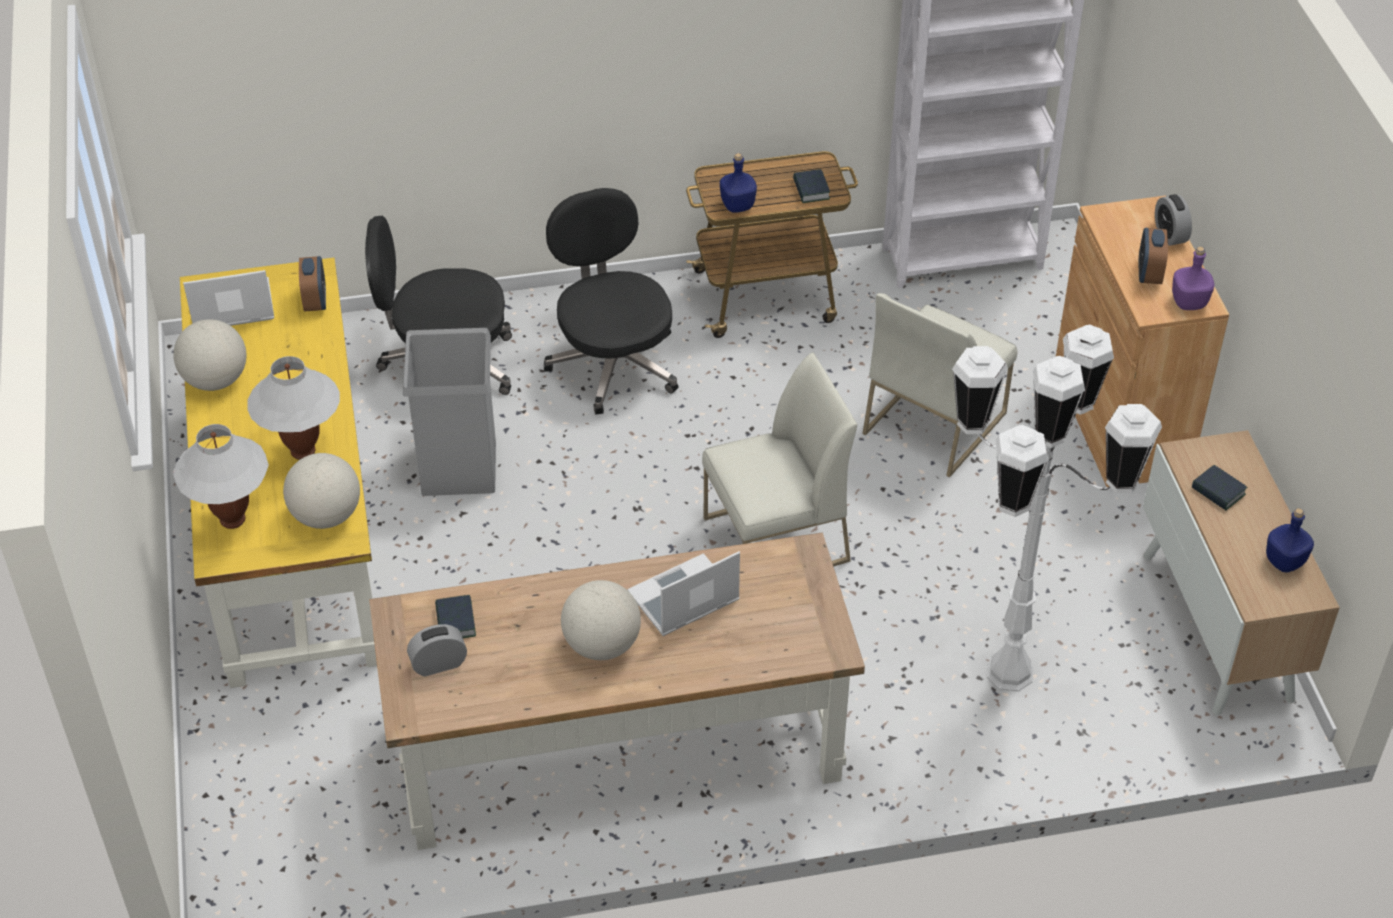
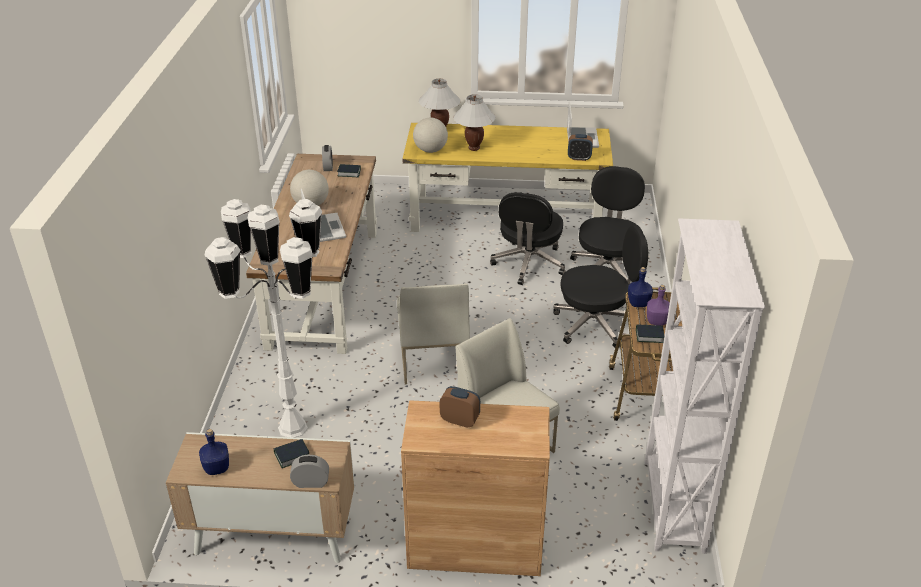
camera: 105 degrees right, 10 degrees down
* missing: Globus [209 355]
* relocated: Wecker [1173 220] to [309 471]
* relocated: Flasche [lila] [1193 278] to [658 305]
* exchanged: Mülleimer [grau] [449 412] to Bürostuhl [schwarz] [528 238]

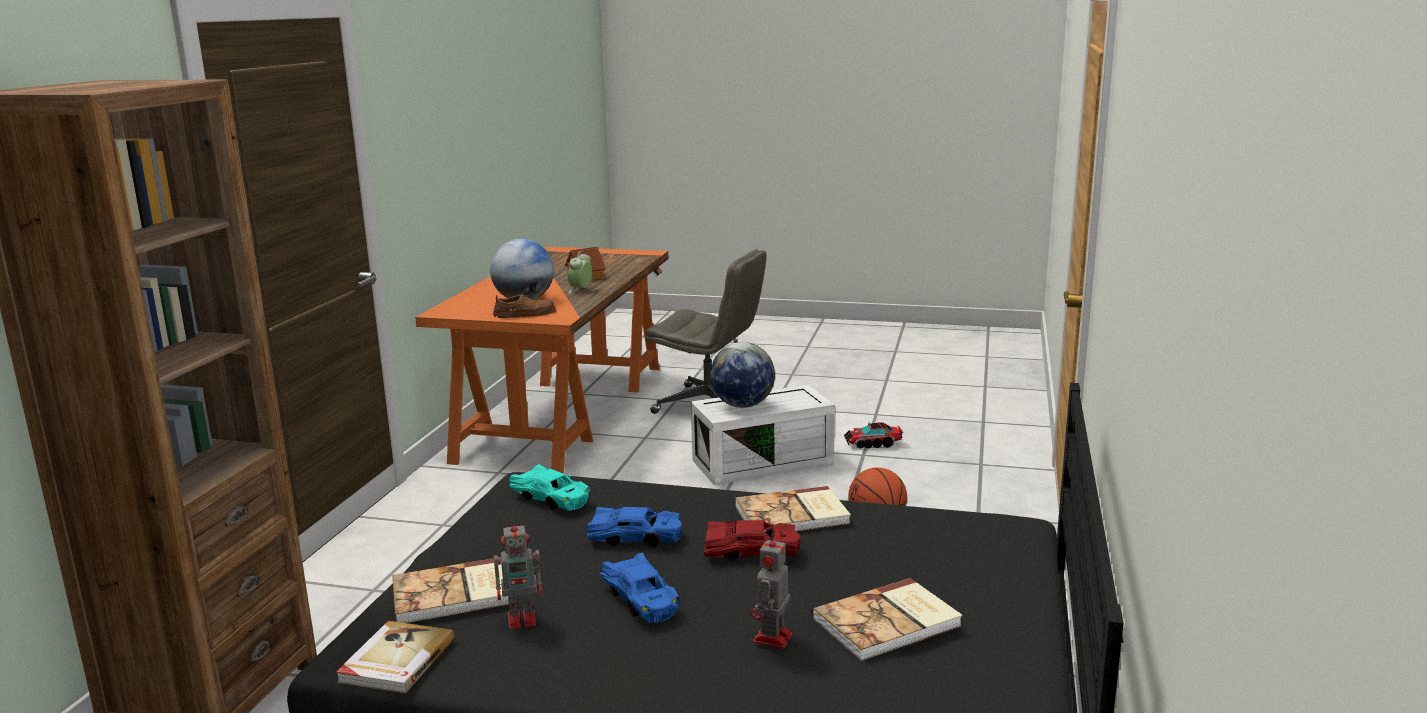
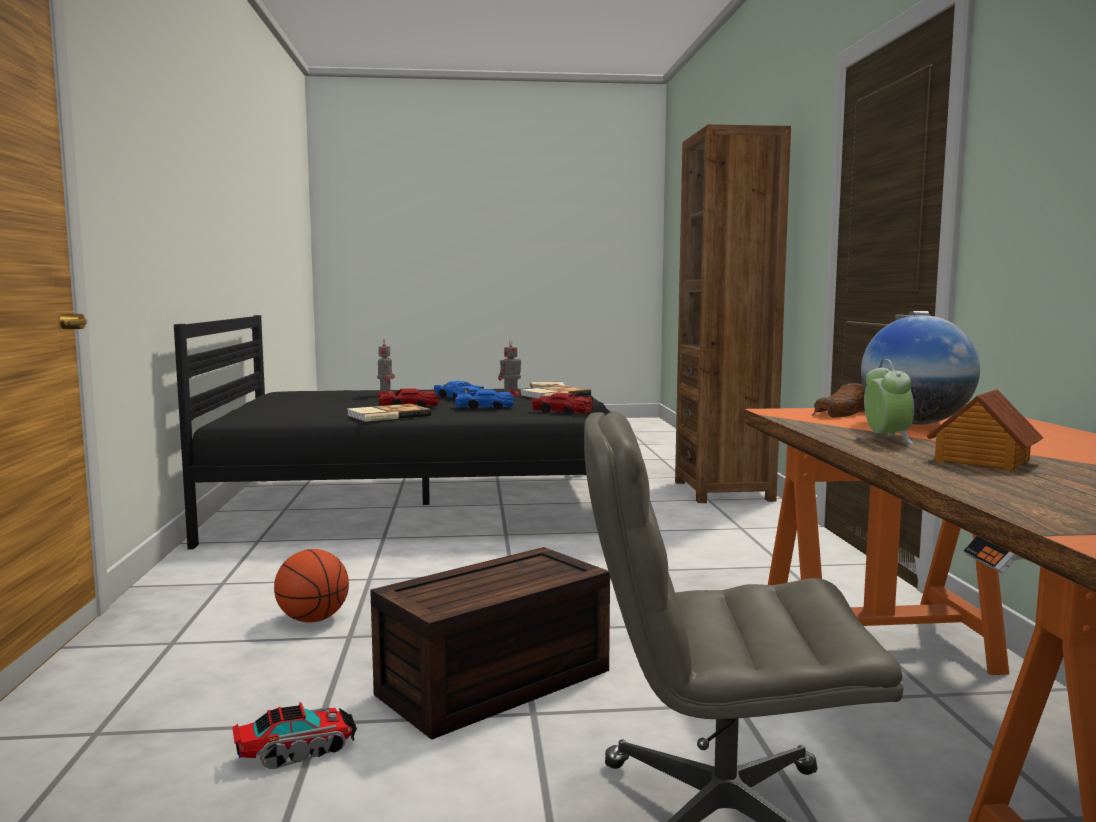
camera: 160 degrees right, 10 degrees down
* missing: Globus [742 375]
* missing: Buch [887 619]
* colour: Spielzeugauto [türkis] [549 487] to Spielzeugauto [rot] [563 404]
* colour: Aufbewahrungsbox [weiß] [763 435] to Aufbewahrungsbox [braun] [490 643]

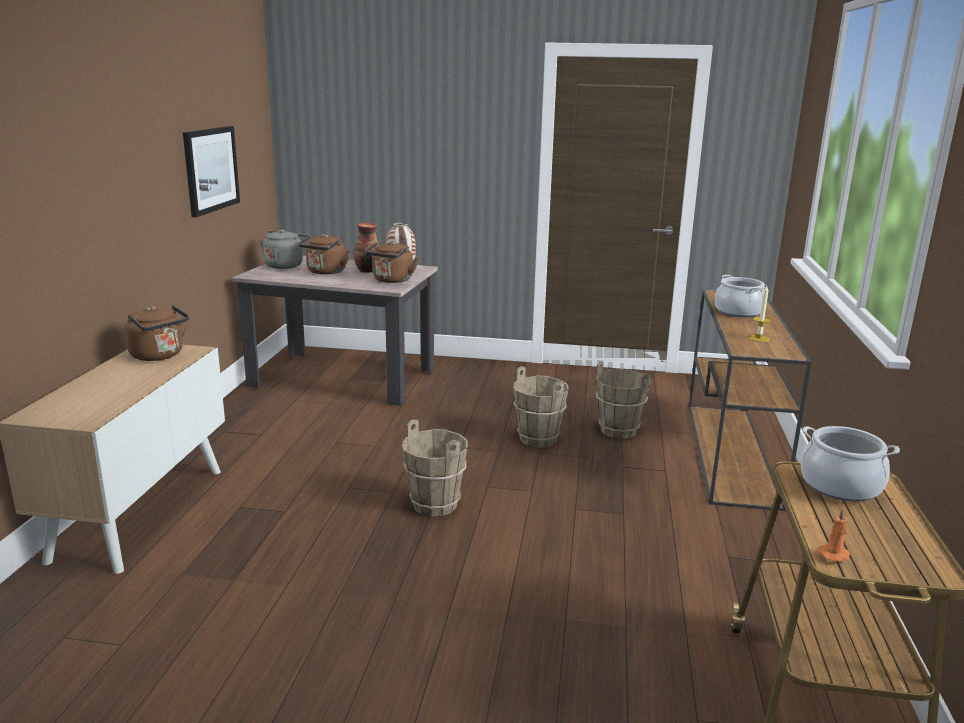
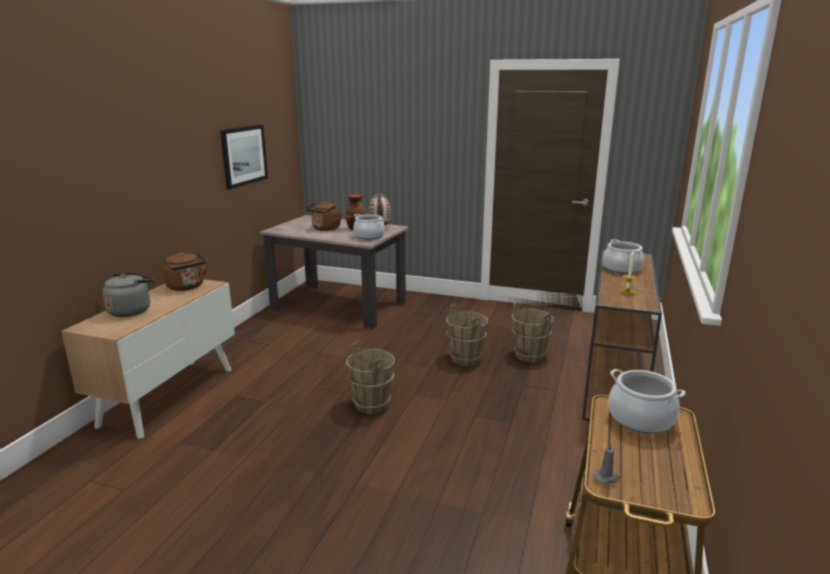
camera: 10 degrees right, 0 degrees up
* relocated: Wasserkessel [grau] [283 249] to [129 295]
* exchanged: Wasserkessel [braun] [391 262] to Kochtopf [369 227]
* colour: Kerze [orange] [834 535] to Kerze [grau] [606 463]

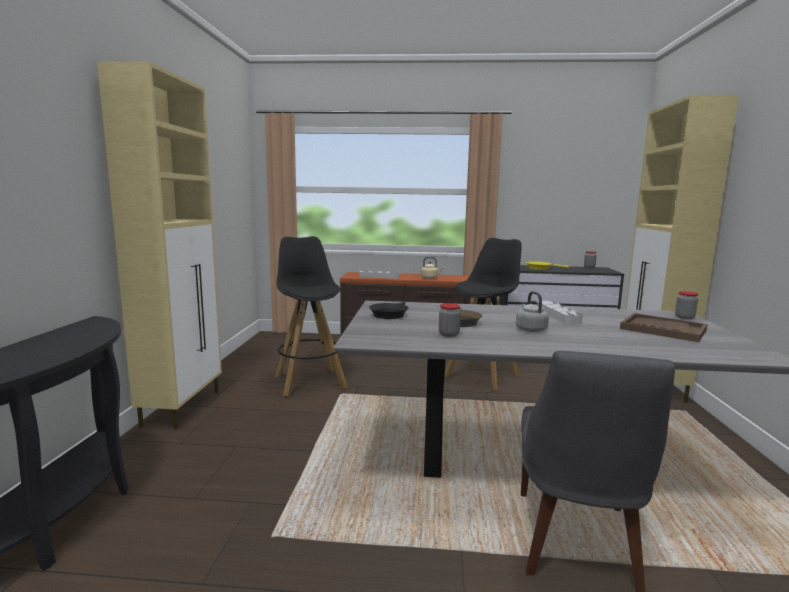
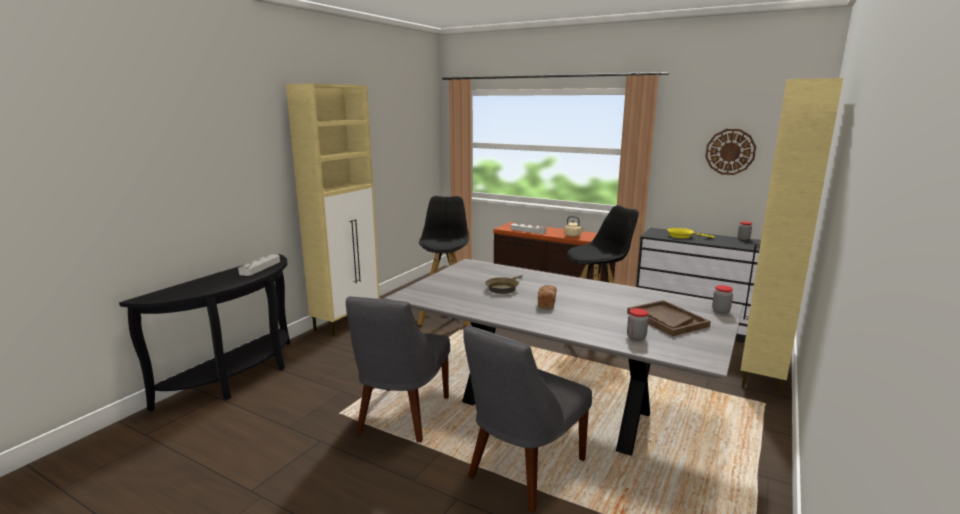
camera: 25 degrees right, 5 degrees up
* missing: Pfanne [schwarz] [389 310]
* appeared: Stuhl [grau] [398 370]
* appeared: Wanduhr [730 152]
* relocated: Vorratsglas [450 320] to [638 324]
* relocated: Tablett [grau] [560 313] to [259 265]
* exchanged: Wasserkessel [grau] [532 311] to Brot [547 297]

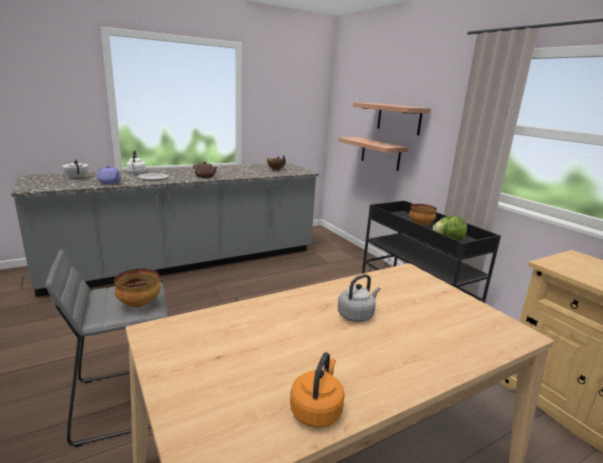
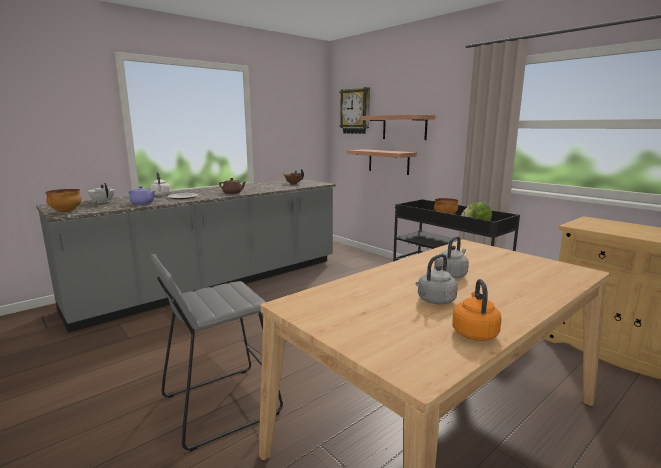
camera: 10 degrees left, 5 degrees down
* appeared: Wanduhr [354 110]
* appeared: Wasserkessel [grau] [436 279]
* relocated: Schüssel [137 288] to [63 200]

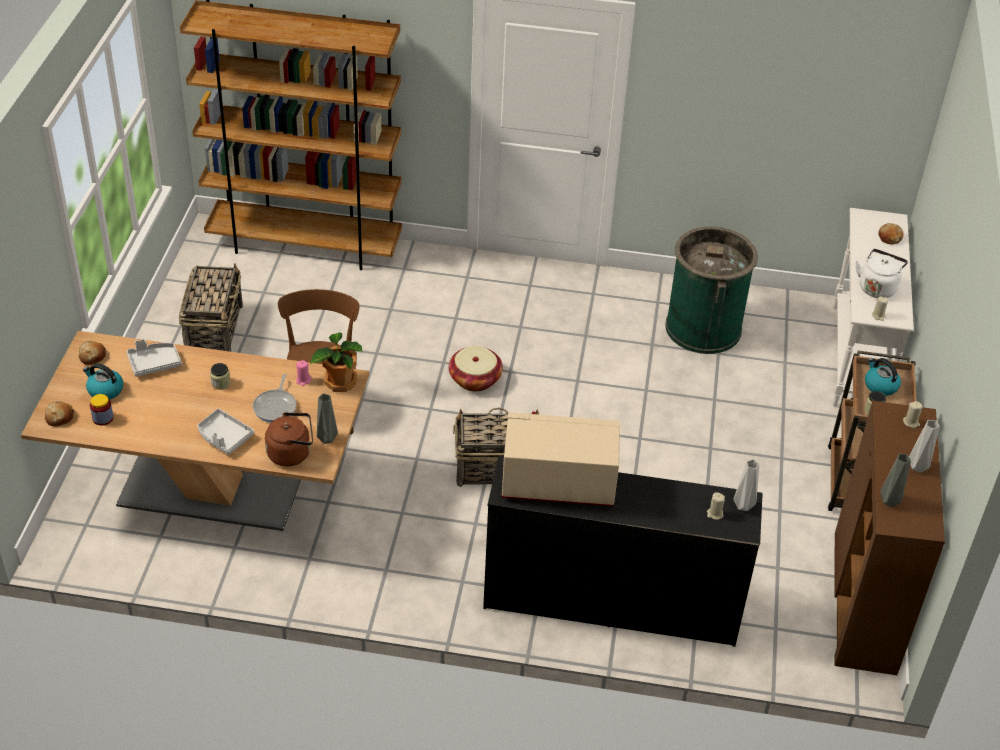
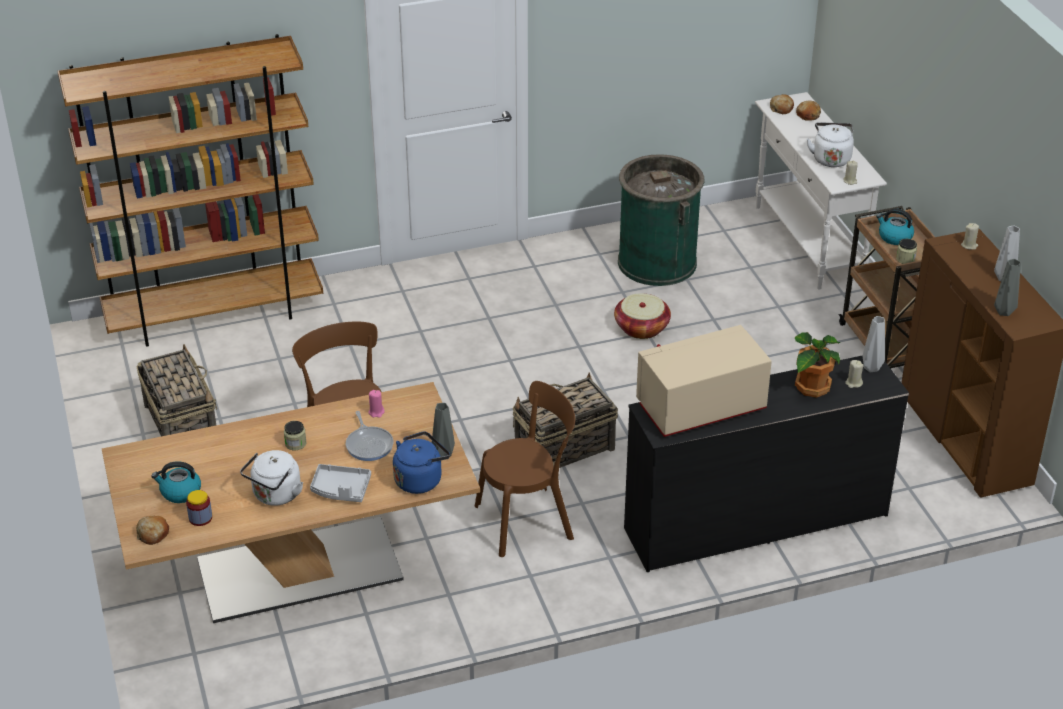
camera: 25 degrees left, 5 degrees down
* missing: Tablett [grau] [154 358]
* appeared: Wasserkessel [weiß] [271 478]
* appeared: Stuhl [braun] [525 469]
* relocated: Brot [92 353] to [782 104]
* relocated: Topfpflanze [336 362] to [817 365]
* relocated: Korb [476 368] to [642 316]
* colour: Wasserkessel [braun] [289 439] to Wasserkessel [blau] [421 462]

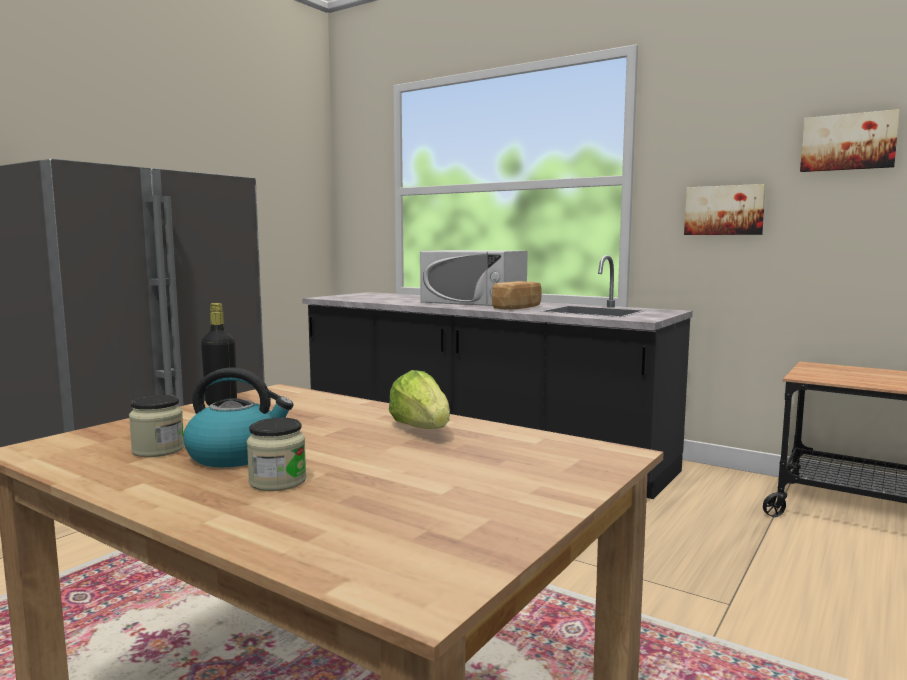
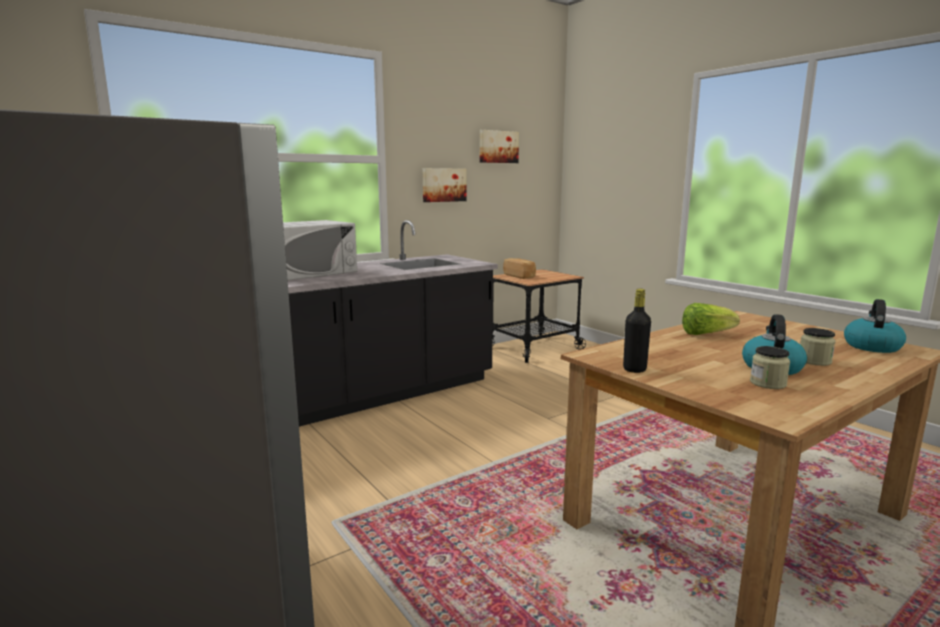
camera: 70 degrees left, 5 degrees up
* appeared: Wasserkessel [875 326]
* relocated: Brot [517 295] to [519 268]

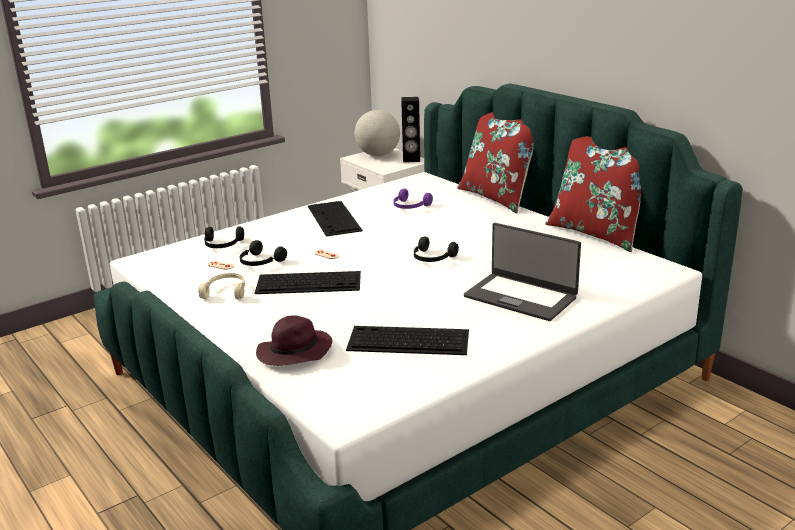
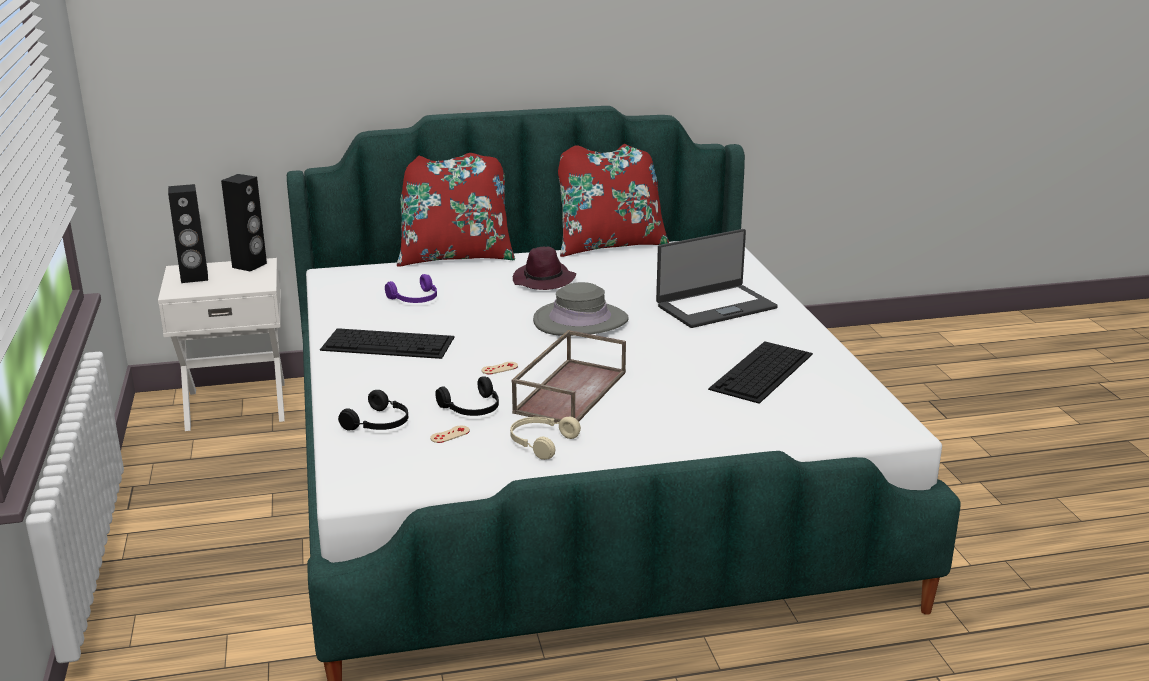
camera: 65 degrees left, 0 degrees up
* relocated: Hut [lila] [294 340] to [544 268]
* exchanged: Tastatur [307 282] to Tablett [braun] [569 376]
* exchanged: Globus [377 133] to Lautsprecher [schwarz] [188 233]
* exchanged: Kopfhörer [schwarz] [436 249] to Hut [grau] [581 309]

